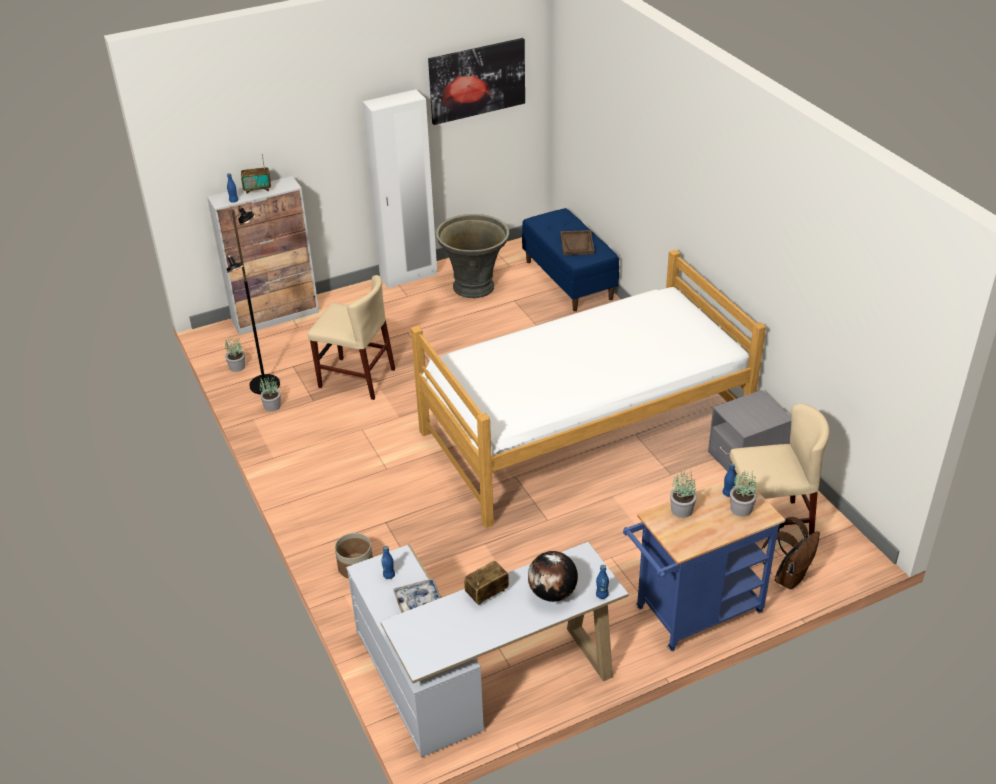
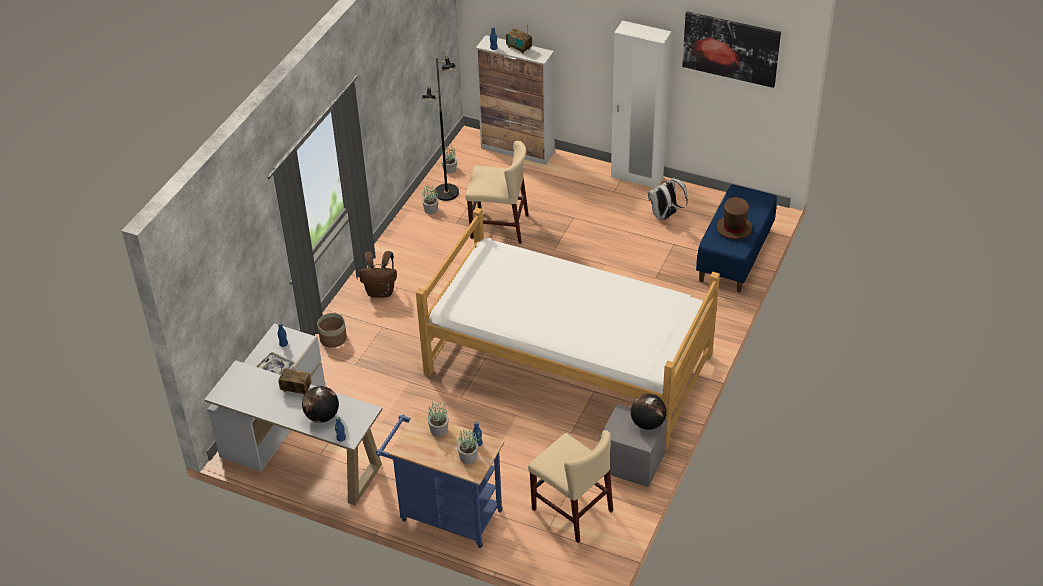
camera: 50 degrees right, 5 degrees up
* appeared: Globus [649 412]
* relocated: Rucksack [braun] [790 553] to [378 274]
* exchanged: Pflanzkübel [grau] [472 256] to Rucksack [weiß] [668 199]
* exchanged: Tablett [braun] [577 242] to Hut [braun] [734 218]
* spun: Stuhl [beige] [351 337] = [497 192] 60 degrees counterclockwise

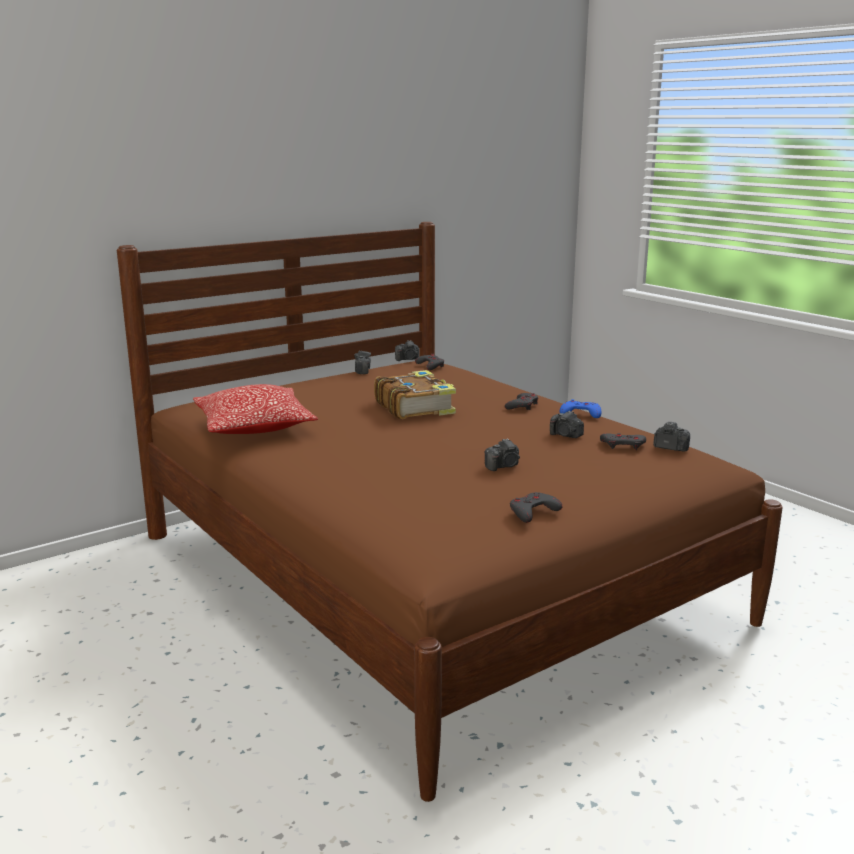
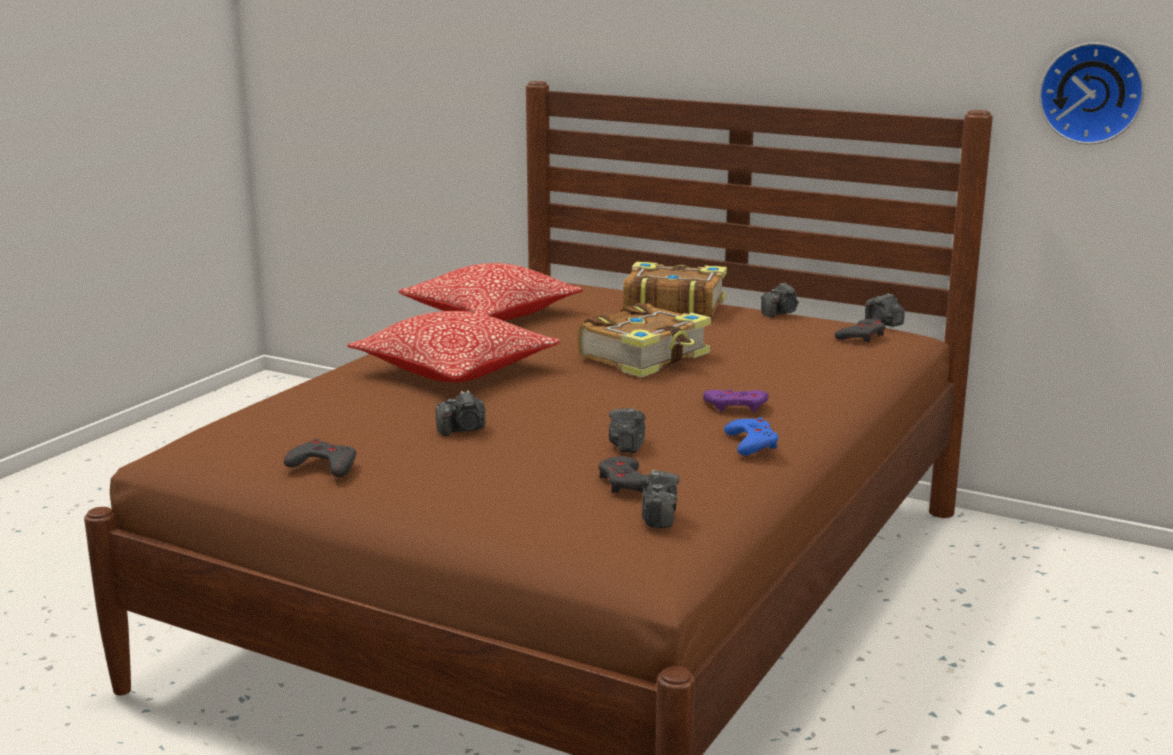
camera: 65 degrees right, 0 degrees up
* appeared: Kissen [454 346]
* appeared: Buch [675 288]
* appeared: Wanduhr [1092 93]
* colour: Gamepad [grau] [521 401] to Gamepad [lila] [735 401]
* spun: Kamera [502 454] = [461 413] 60 degrees counterclockwise

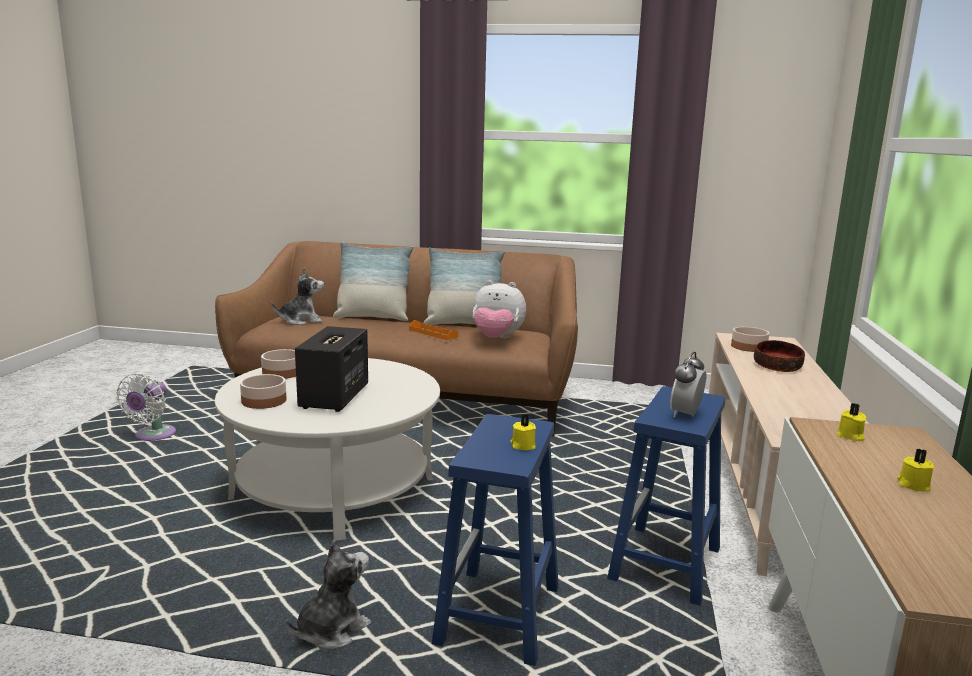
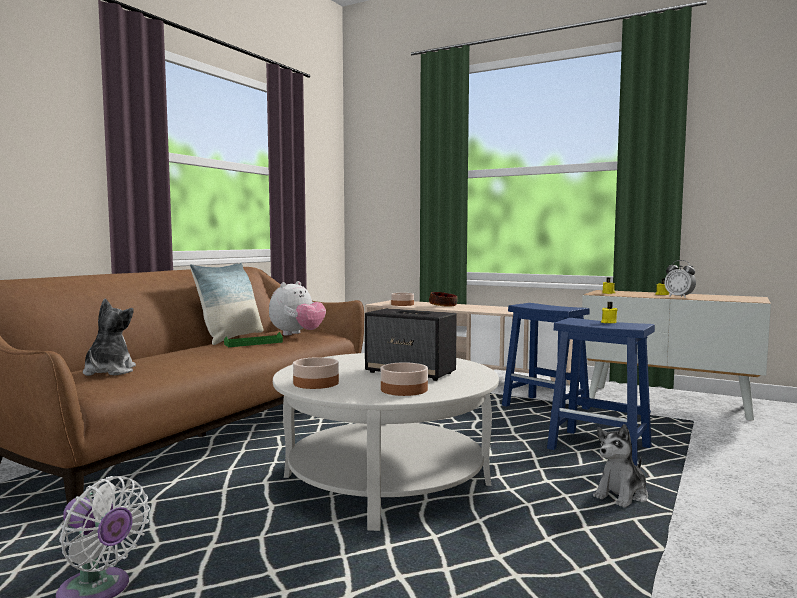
camera: 70 degrees left, 10 degrees down
* missing: Kissen [373 281]
* relocated: Wecker [688 384] to [680 279]
* colour: Tablett [orange] [434 330] to Tablett [grün] [253 339]
* spun: Plüschtier [328 595] = [620 466] 105 degrees counterclockwise

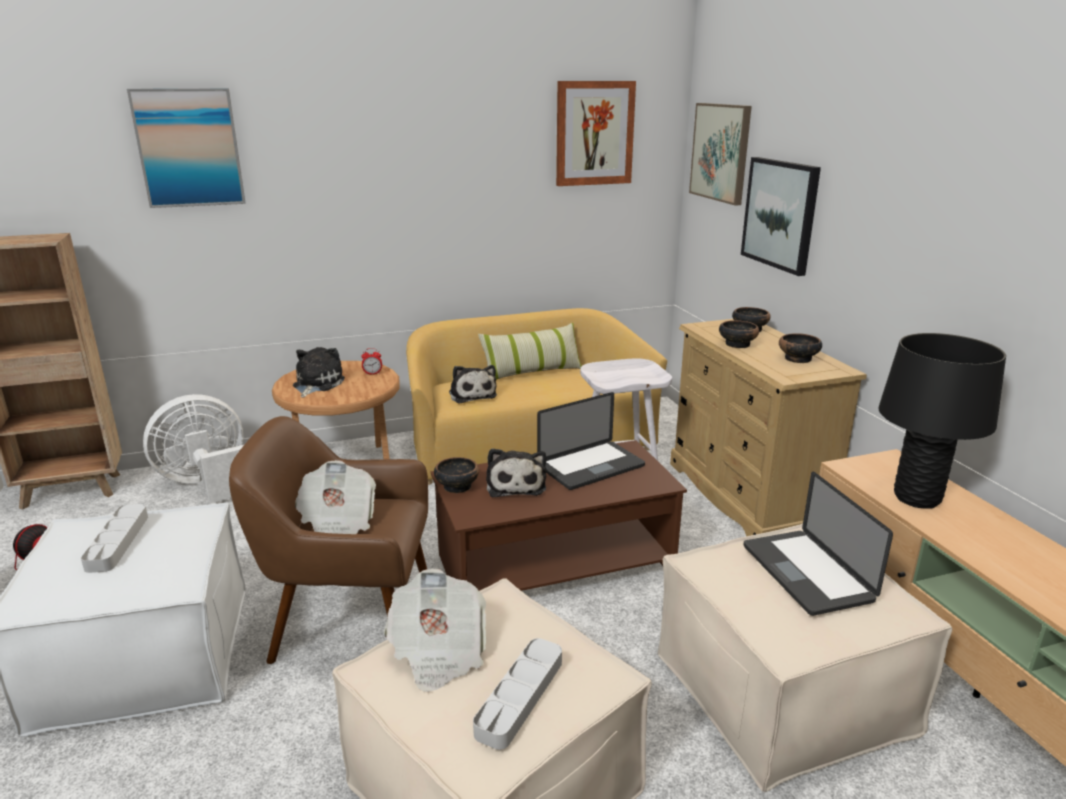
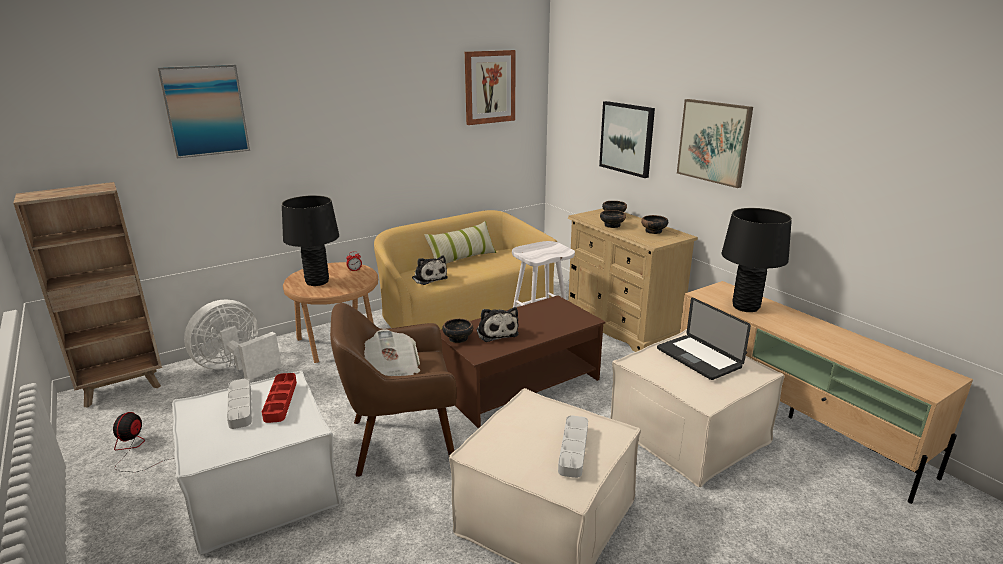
camera: 15 degrees left, 0 degrees up
* missing: Zeitung [435 630]
* missing: Laptop [591 441]
* appeared: Tablett [rot] [279 398]
* relocated: Bild [720 154] to [715 143]
* exchanged: Plüschtier [319 372] to Tischlampe [schwarz] [310 240]

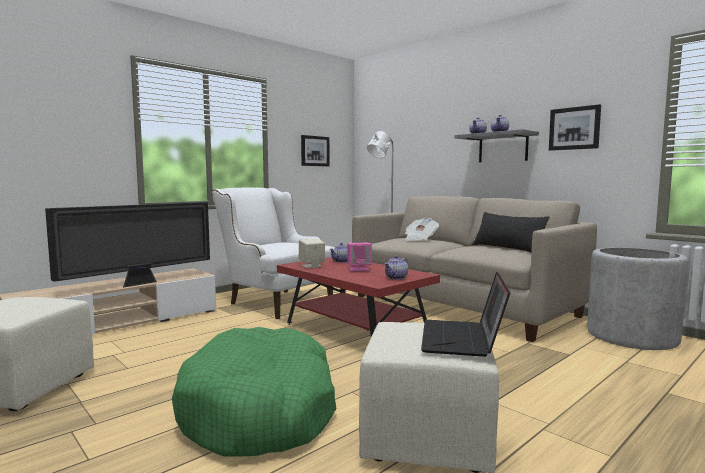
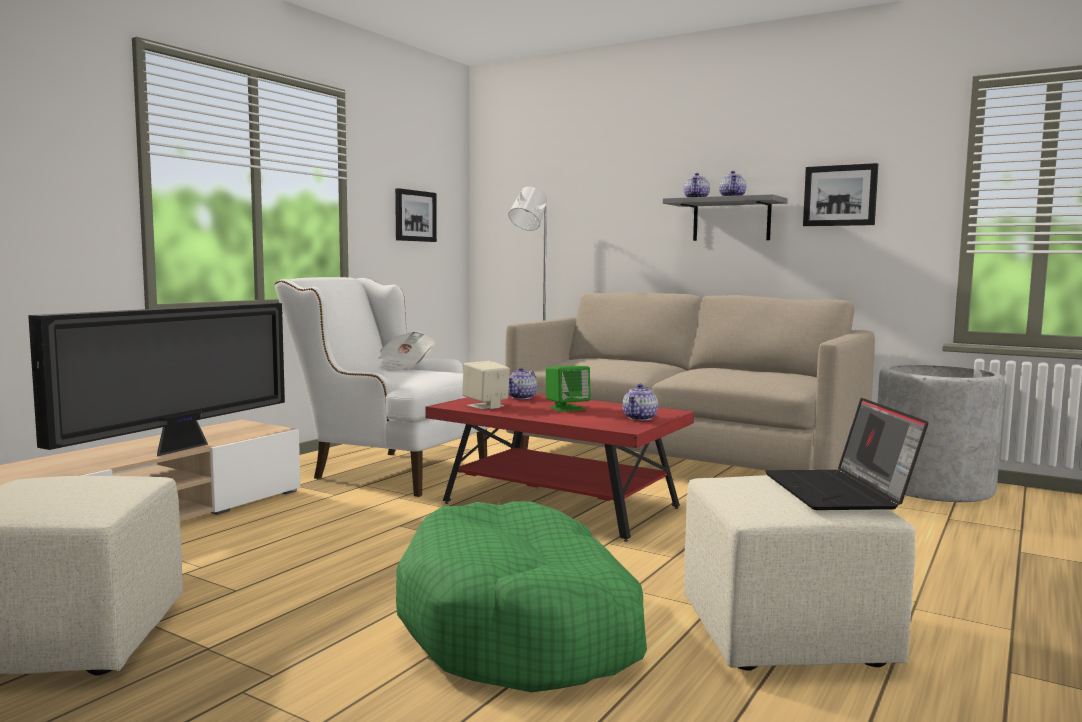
camera: 15 degrees left, 0 degrees up
* missing: Kissen [schwarz] [511 232]
* relocated: Zeitung [421 229] to [407 351]
* colour: Lautsprecher [rosa] [359 257] to Lautsprecher [grün] [568 389]

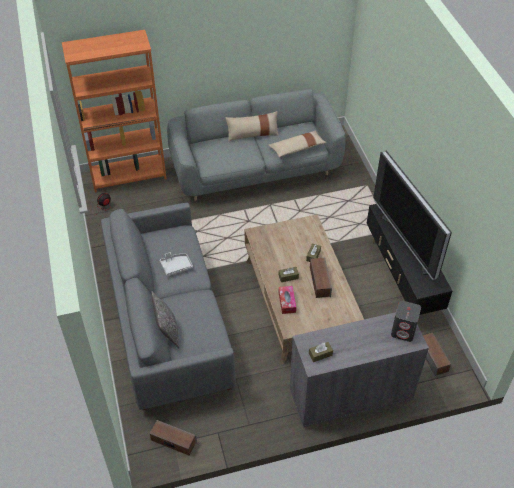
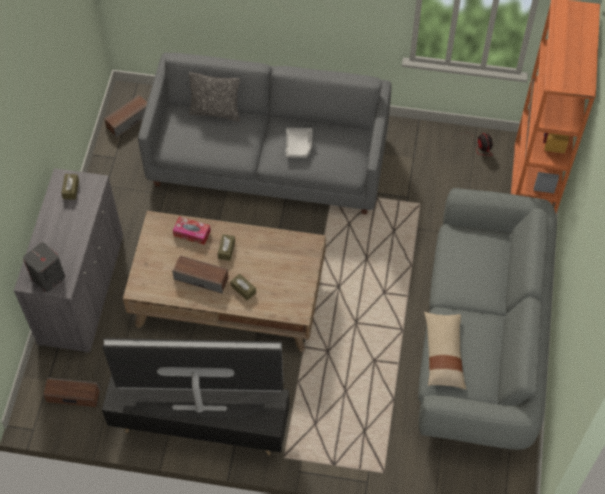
camera: 115 degrees right, 10 degrees up
* missing: Kissen [beige] [252 126]

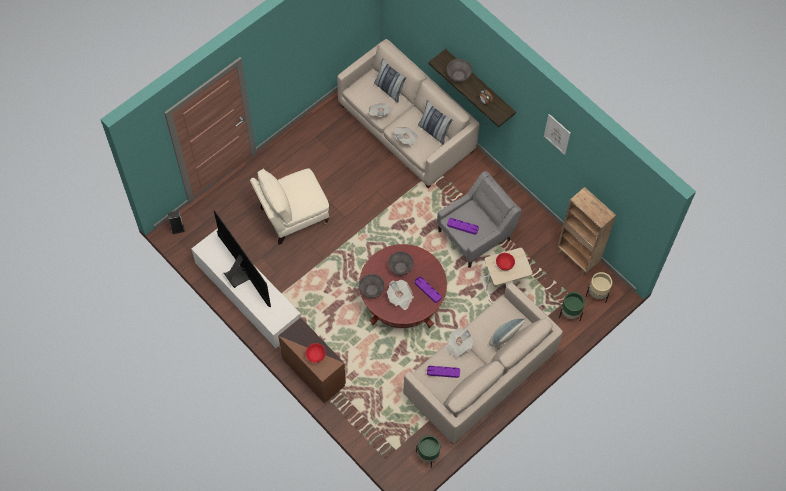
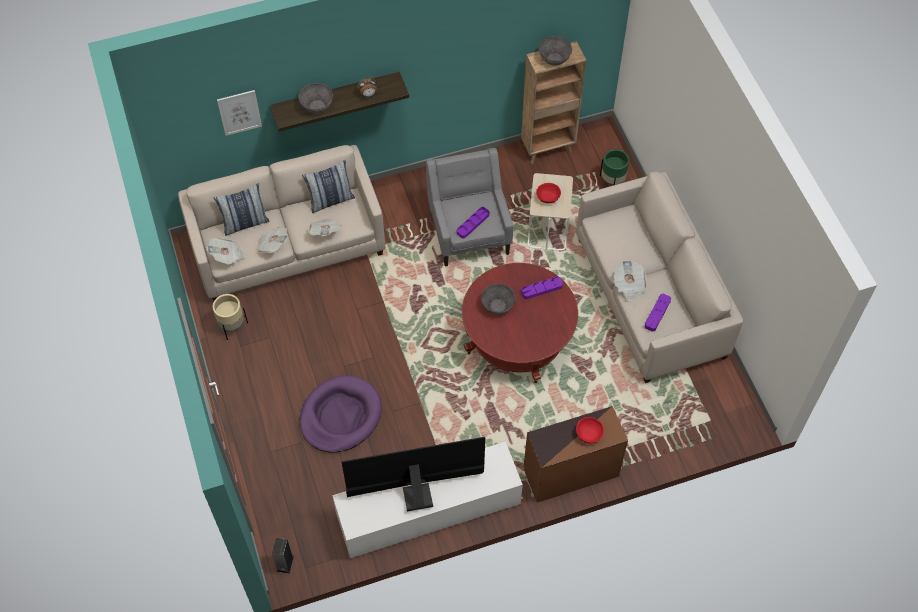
camera: 65 degrees left, 5 degrees down
* missing: Pflanzkübel [grün] [428 451]
* missing: Kissen [506 332]
* relocated: Schüssel [grau] [372 286] to [555 50]
* relocated: Zeitung [400 295] to [226 251]
* relocated: Bild [557 134] to [239 113]
* relocated: Pflanzkübel [beige] [599 287] to [230 317]
* exchanged: Sessel [beige] [289 207] to Hundebett [lila] [341 414]

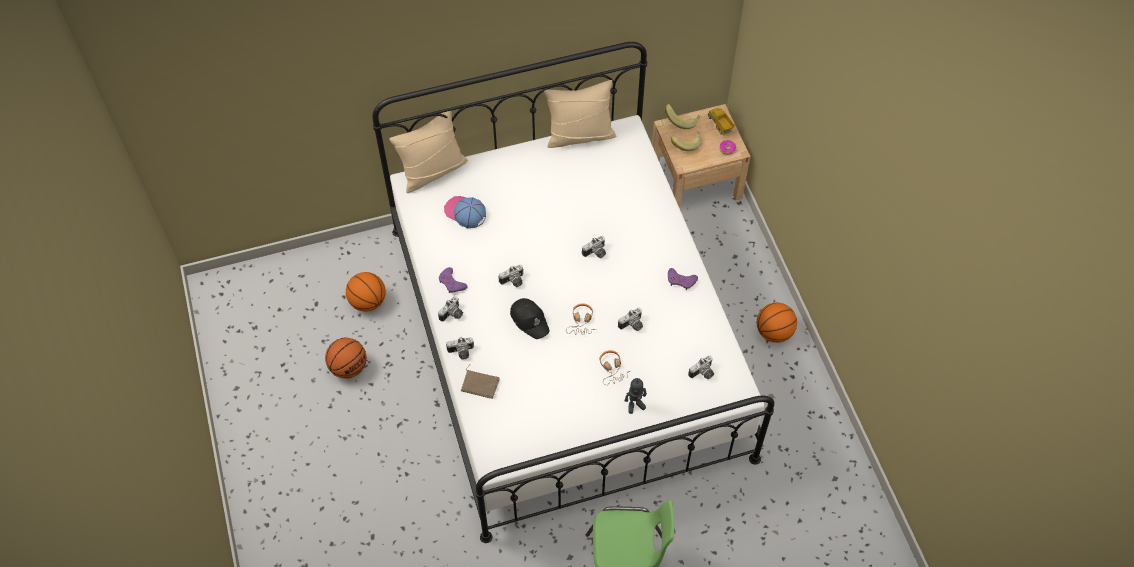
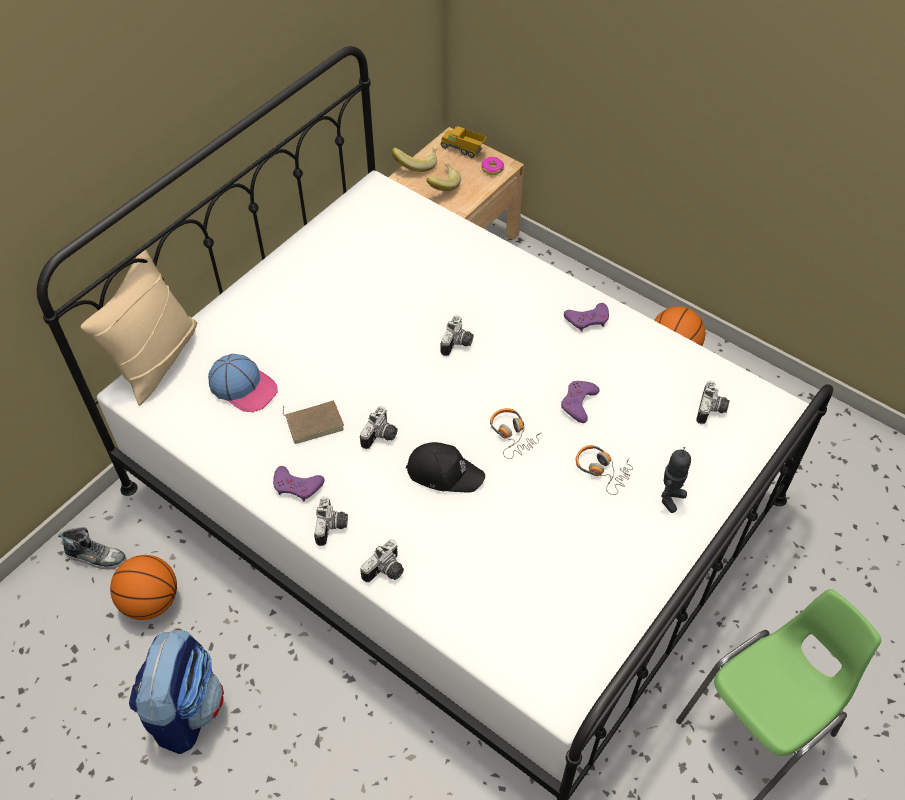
camera: 35 degrees left, 5 degrees down
* missing: Kissen [beige] [580 114]
* appeared: Schuh [92 548]
* relocated: Buch [braun] [480 381] to [313 422]
* exchanged: Basketball [346 358] to Rucksack [176 691]
* exchanged: Kamera [630 319] to Gamepad [lila] [580 402]
* spun: Kappe [465 212] = [243 383] 150 degrees counterclockwise

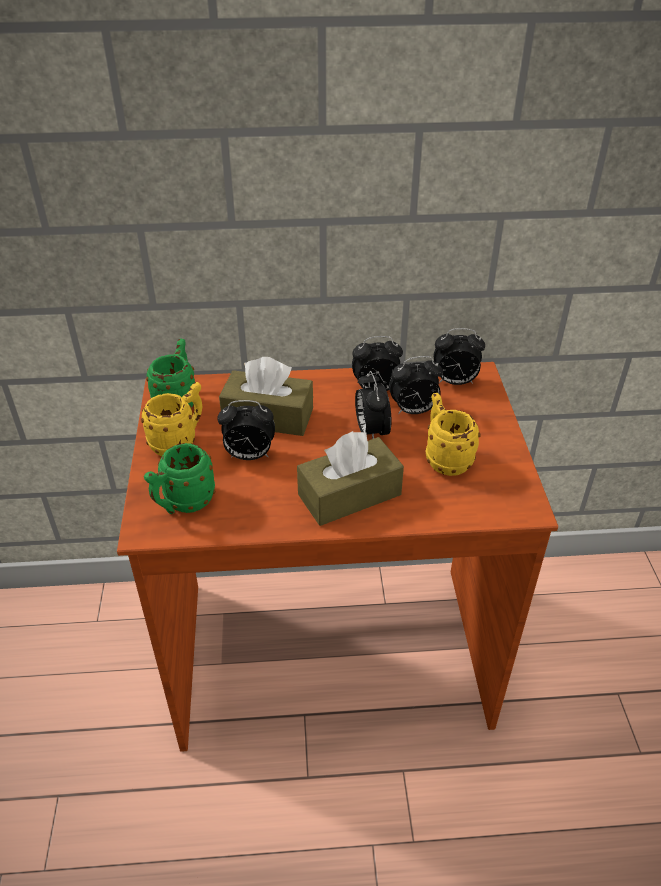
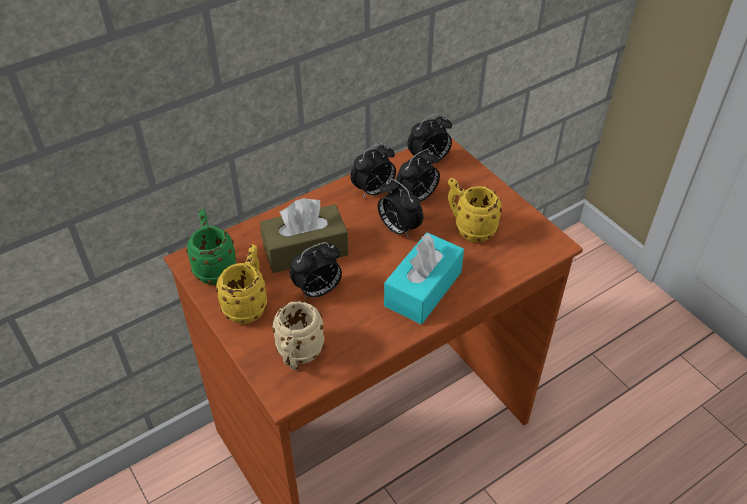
camera: 30 degrees left, 5 degrees up
* colour: Henkelbecher [grün] [179 478] to Henkelbecher [beige] [298 335]
* colour: Taschentuchbox [braun] [350 478] to Taschentuchbox [türkis] [424 278]

